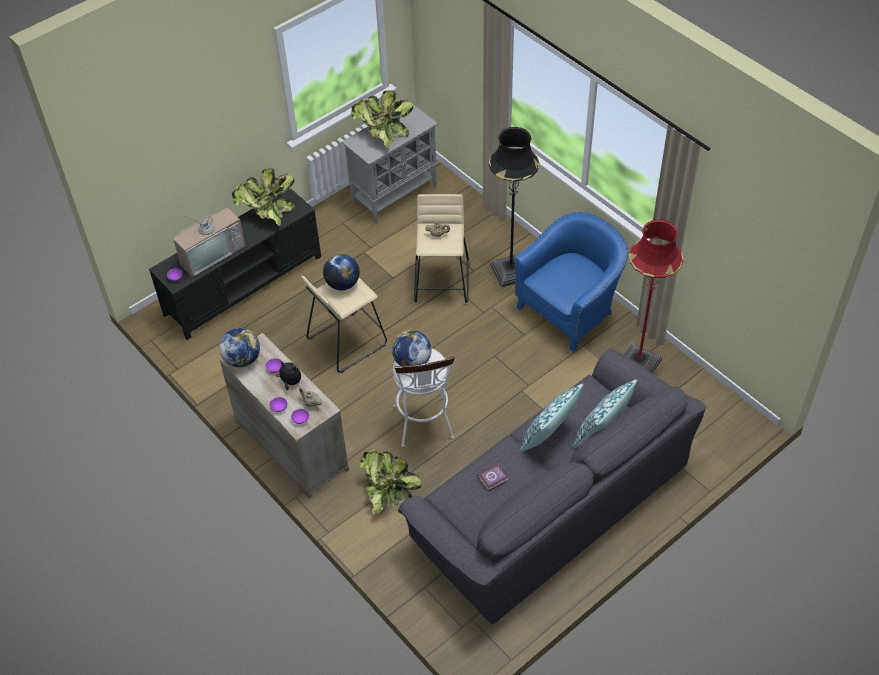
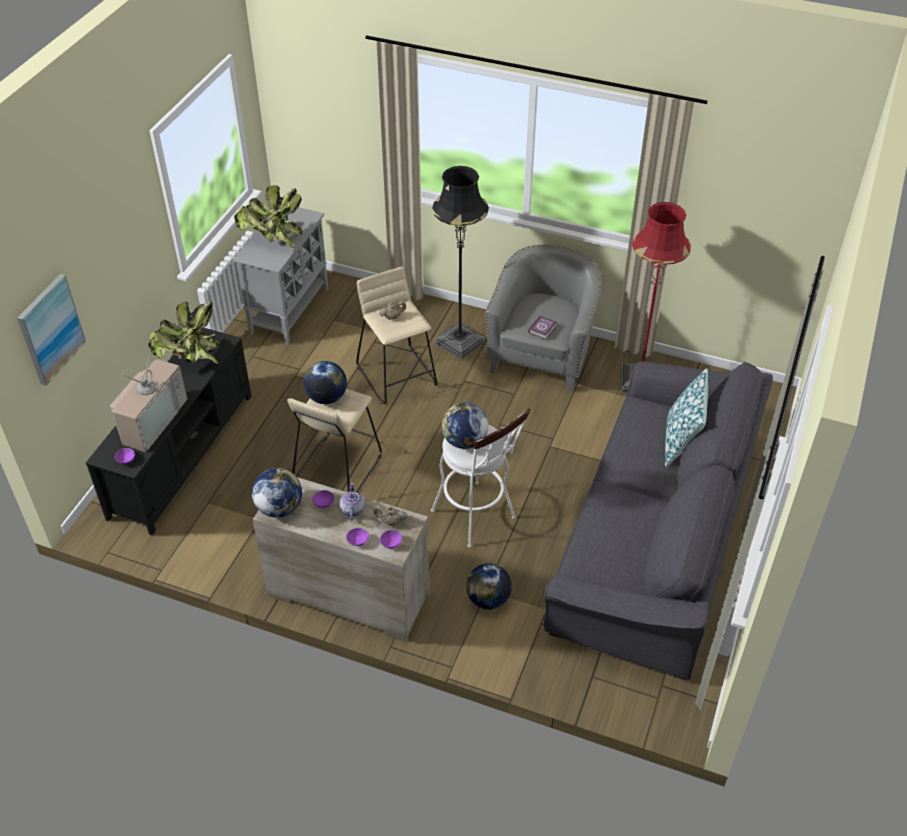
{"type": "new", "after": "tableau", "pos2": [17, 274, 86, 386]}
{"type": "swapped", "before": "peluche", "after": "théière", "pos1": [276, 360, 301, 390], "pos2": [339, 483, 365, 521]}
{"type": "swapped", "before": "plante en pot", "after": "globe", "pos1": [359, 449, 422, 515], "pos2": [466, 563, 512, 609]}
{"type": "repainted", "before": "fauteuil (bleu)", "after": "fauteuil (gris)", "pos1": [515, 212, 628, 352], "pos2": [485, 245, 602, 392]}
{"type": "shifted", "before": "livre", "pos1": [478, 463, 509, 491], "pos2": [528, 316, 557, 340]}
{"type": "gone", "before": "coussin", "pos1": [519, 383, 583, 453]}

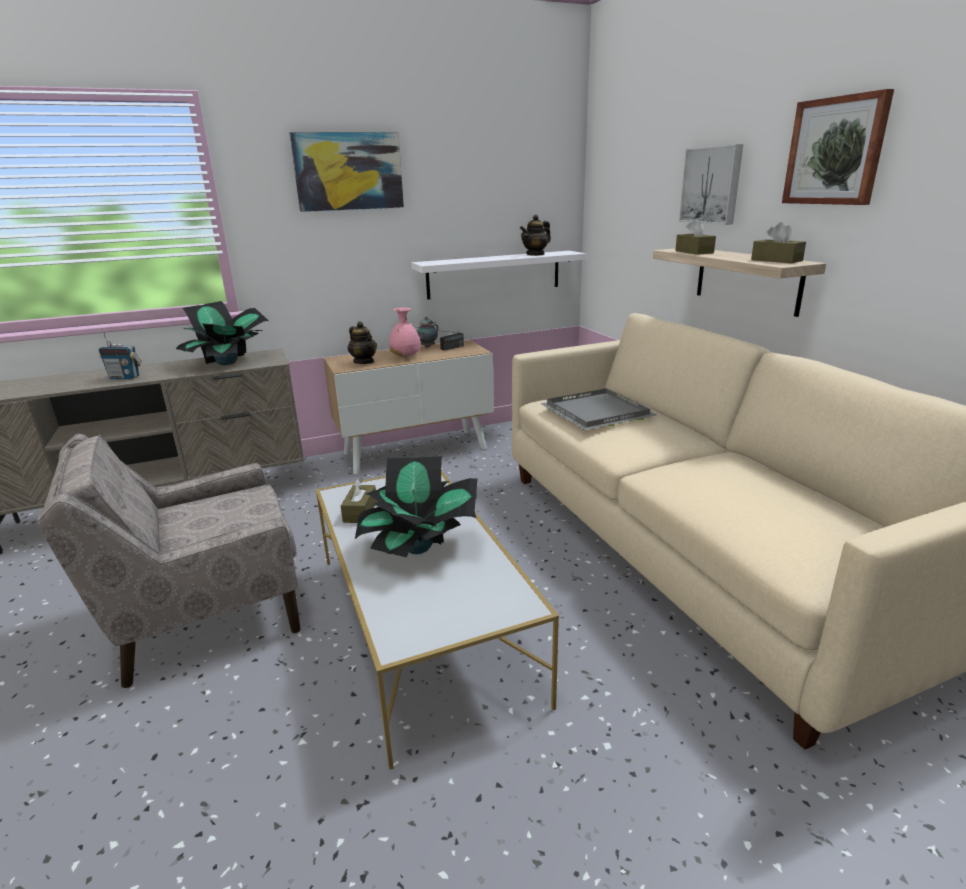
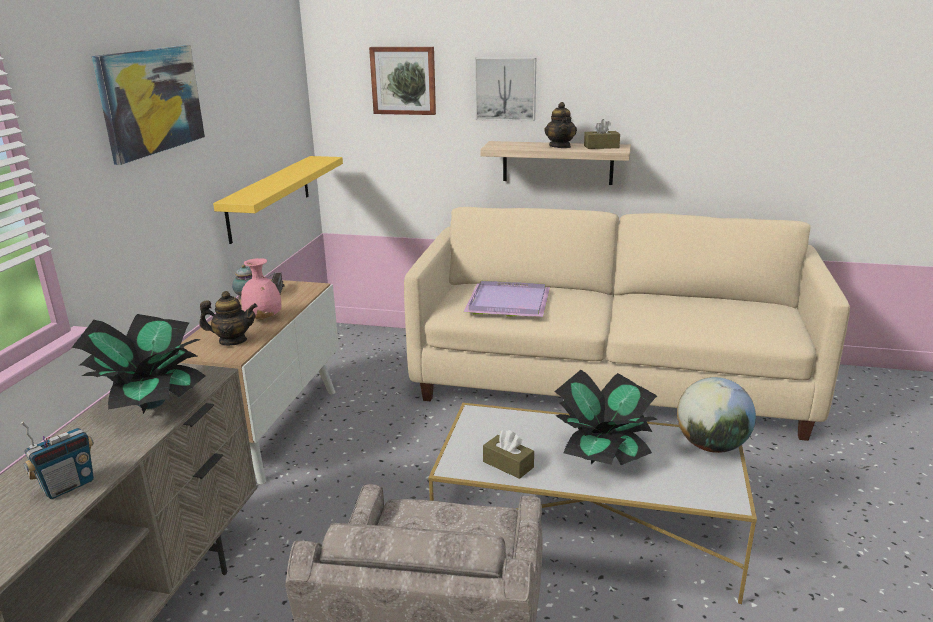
{"type": "repainted", "before": "étagère (blanc)", "after": "étagère (jaune)", "pos1": [411, 251, 586, 299], "pos2": [213, 156, 343, 244]}
{"type": "shifted", "before": "tableau", "pos1": [782, 89, 894, 205], "pos2": [369, 47, 436, 115]}
{"type": "repainted", "before": "plateau (gris)", "after": "plateau (violet)", "pos1": [541, 388, 656, 430], "pos2": [463, 281, 550, 317]}
{"type": "shifted", "before": "théière", "pos1": [520, 215, 551, 256], "pos2": [544, 102, 577, 148]}
{"type": "new", "after": "globe", "pos2": [677, 377, 756, 453]}
{"type": "gone", "before": "boîte à mouchoirs (marron)", "pos1": [675, 218, 716, 255]}

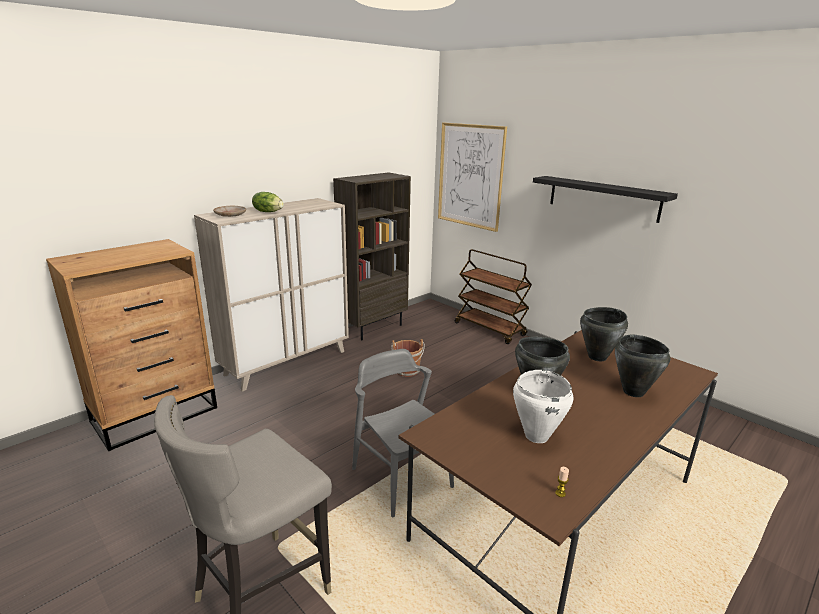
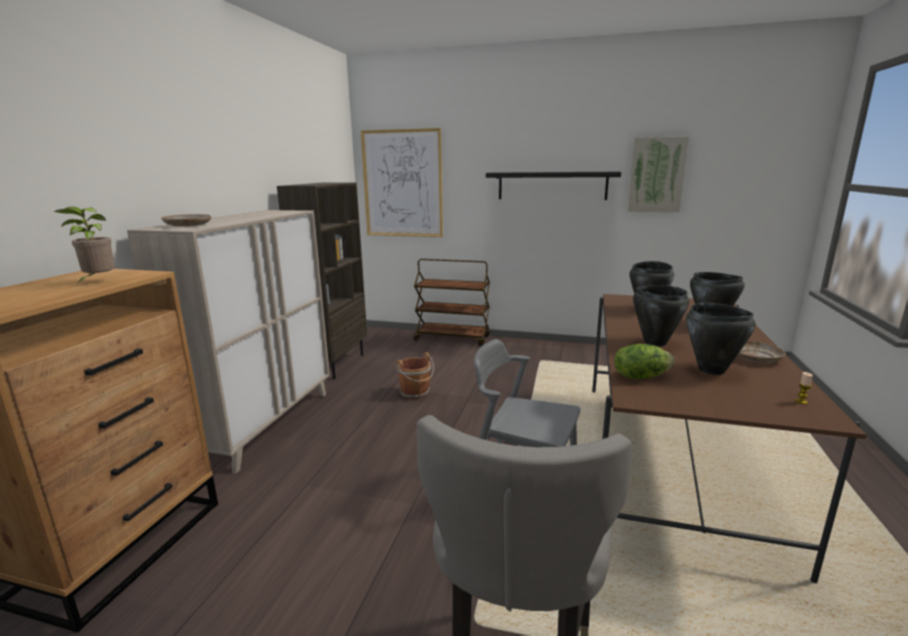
{"type": "new", "after": "plante en pot", "pos2": [54, 207, 115, 285]}
{"type": "shifted", "before": "laitue", "pos1": [252, 192, 284, 212], "pos2": [614, 344, 675, 379]}
{"type": "new", "after": "tableau", "pos2": [628, 136, 689, 212]}
{"type": "repainted", "before": "marmite (blanc)", "after": "marmite (noir)", "pos1": [513, 370, 573, 443], "pos2": [686, 303, 756, 375]}
{"type": "new", "after": "assiette (beige)", "pos2": [737, 341, 786, 363]}

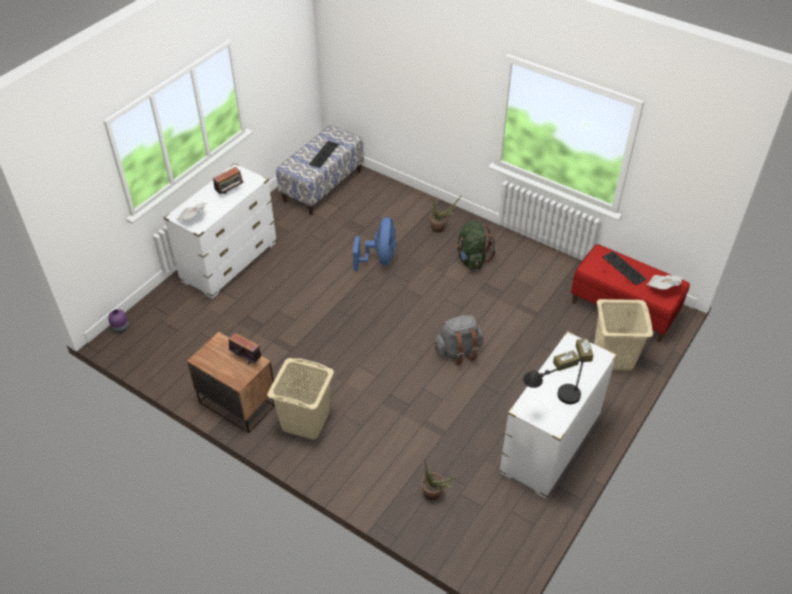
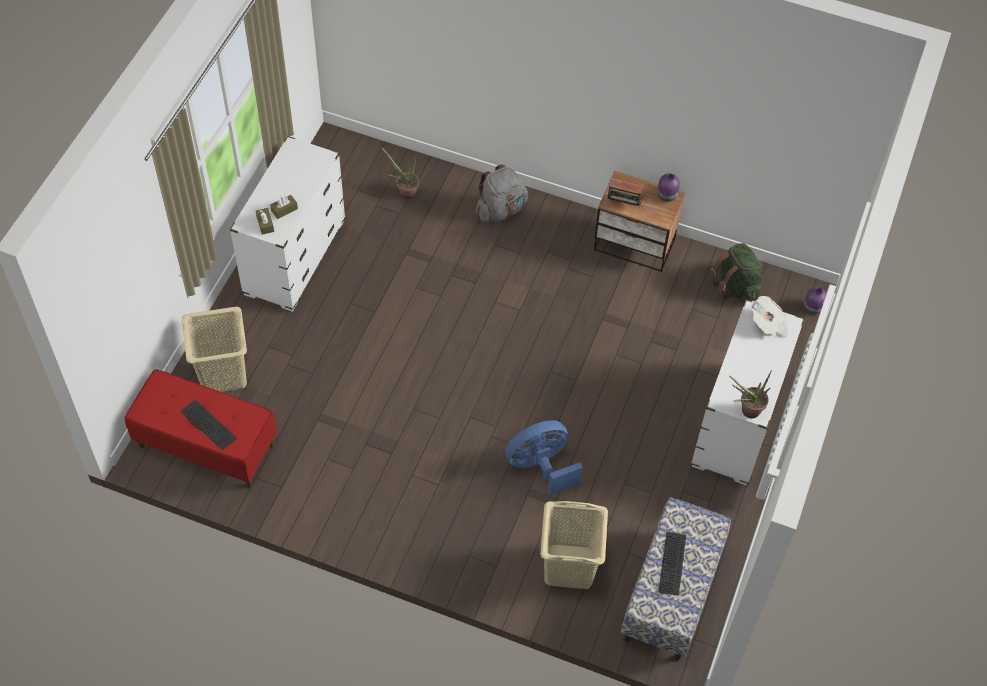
{"type": "shifted", "before": "sac à dos (gris)", "pos1": [435, 315, 483, 365], "pos2": [475, 164, 528, 222]}
{"type": "rotated", "before": "ventilateur (bleu)", "pos1": [353, 217, 396, 271], "pos2": [505, 420, 583, 495], "turn": 75}
{"type": "shifted", "before": "panier à linge (beige)", "pos1": [267, 358, 334, 440], "pos2": [540, 501, 608, 589]}
{"type": "new", "after": "vase (violet)", "pos2": [657, 173, 680, 202]}
{"type": "shifted", "before": "sac à dos (vert)", "pos1": [455, 221, 496, 270], "pos2": [710, 243, 762, 303]}
{"type": "shifted", "before": "plante en pot", "pos1": [430, 195, 462, 233], "pos2": [730, 372, 771, 418]}
{"type": "gone", "before": "radio", "pos1": [213, 167, 245, 194]}
{"type": "gone", "before": "lampe de table (noir)", "pos1": [523, 358, 584, 404]}
{"type": "gone", "before": "journal", "pos1": [646, 275, 683, 289]}

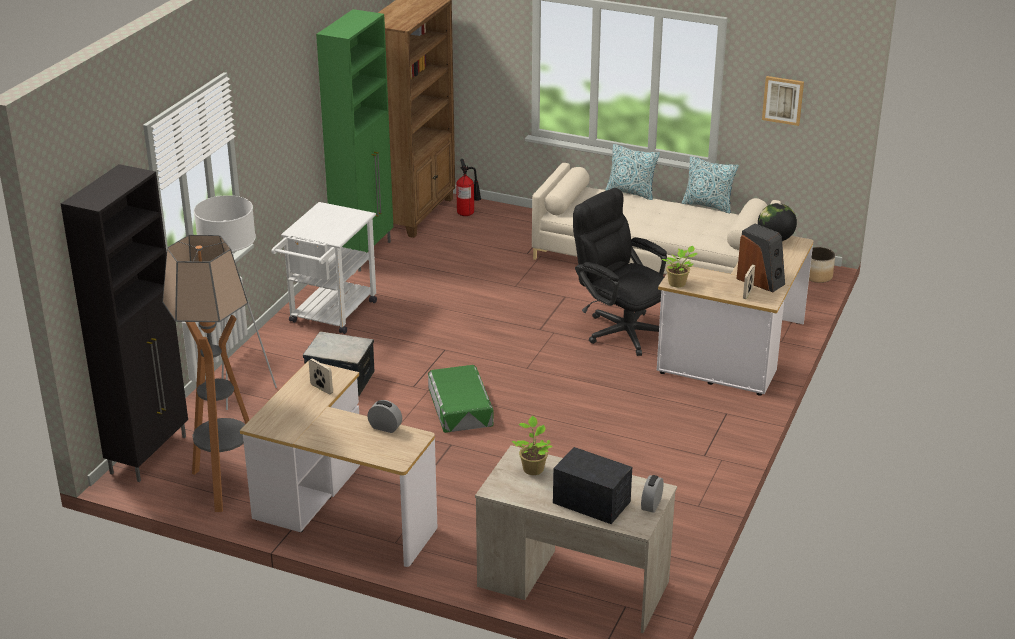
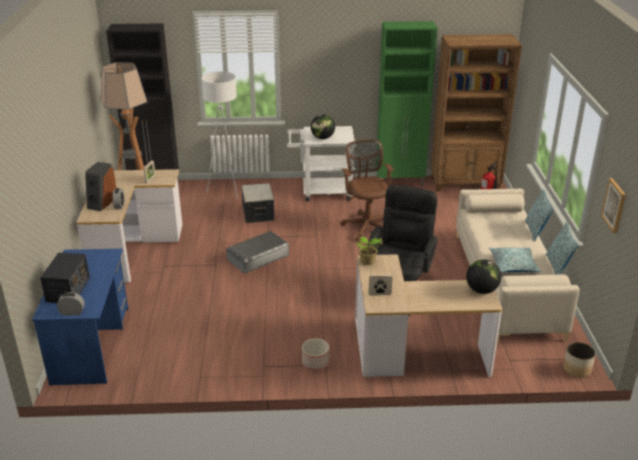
{"type": "repainted", "before": "bureau (beige)", "after": "bureau (bleu)", "pos1": [475, 445, 677, 633], "pos2": [32, 249, 128, 385]}
{"type": "shifted", "before": "enceinte", "pos1": [737, 224, 785, 292], "pos2": [85, 162, 116, 211]}
{"type": "repainted", "before": "boîte de rangement (vert)", "after": "boîte de rangement (gris)", "pos1": [428, 365, 494, 433], "pos2": [226, 231, 289, 274]}
{"type": "new", "after": "cache-pot", "pos2": [302, 339, 329, 371]}
{"type": "new", "after": "globe", "pos2": [311, 114, 335, 139]}
{"type": "new", "after": "chaise de bureau (marron)", "pos2": [340, 139, 394, 242]}
{"type": "new", "after": "coussin", "pos2": [489, 247, 541, 272]}
{"type": "gone", "before": "plante en pot", "pos1": [512, 416, 552, 475]}

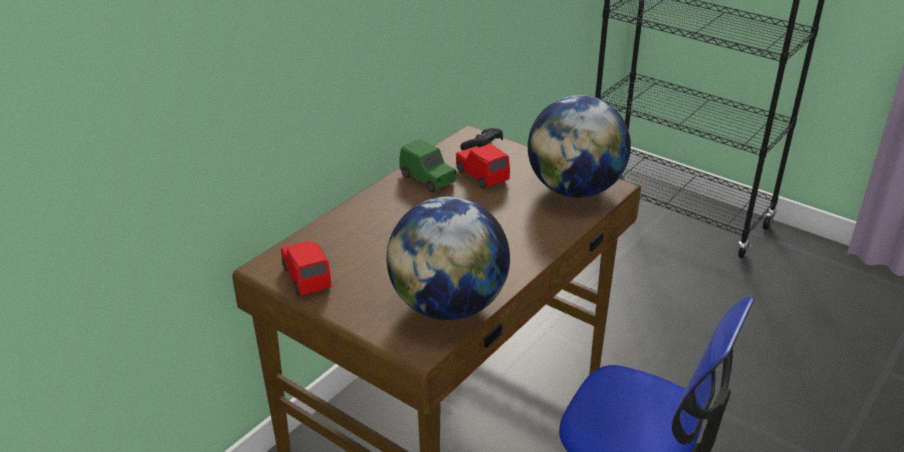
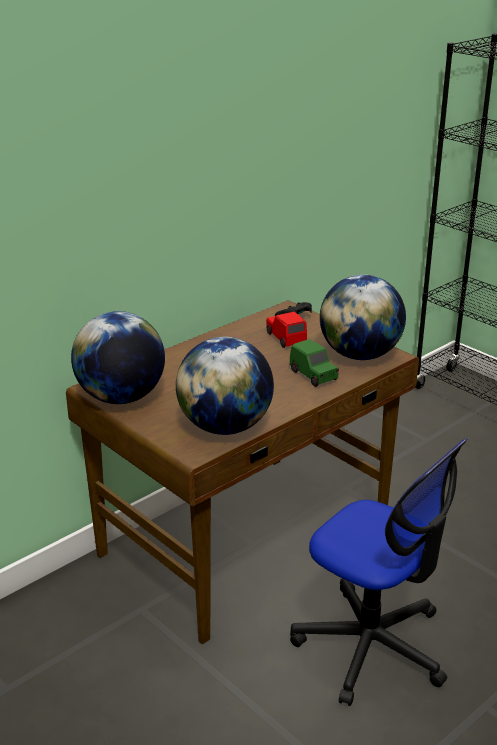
{"type": "swapped", "before": "petite voiture (rouge)", "after": "globe", "pos1": [281, 241, 332, 296], "pos2": [71, 311, 165, 404]}
{"type": "shifted", "before": "petite voiture (vert)", "pos1": [399, 139, 457, 192], "pos2": [290, 339, 339, 387]}

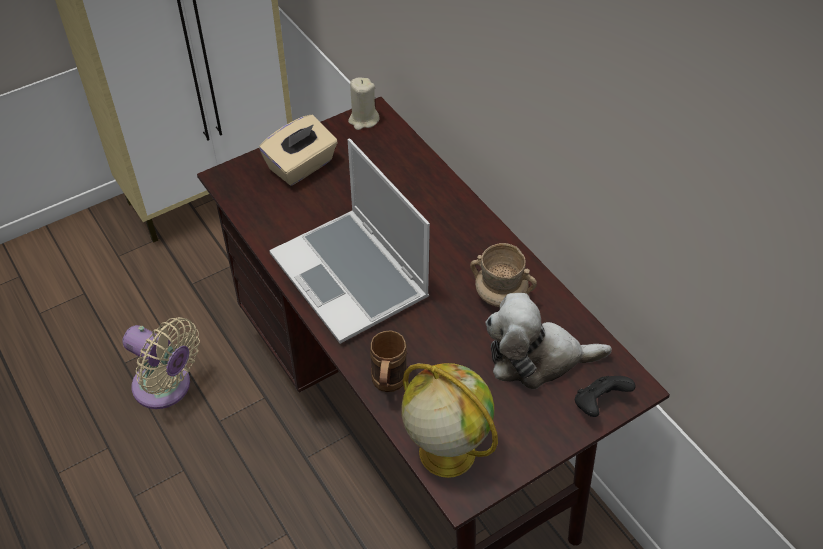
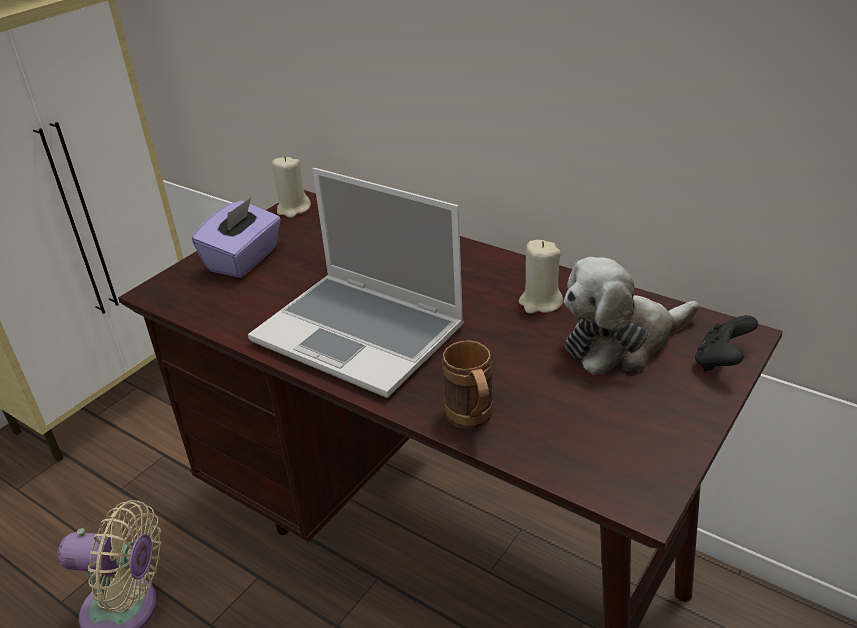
{"type": "repainted", "before": "boîte à mouchoirs (beige)", "after": "boîte à mouchoirs (violet)", "pos1": [259, 115, 338, 186], "pos2": [192, 198, 281, 278]}
{"type": "swapped", "before": "mug (beige)", "after": "bougie (beige)", "pos1": [470, 243, 537, 307], "pos2": [519, 240, 563, 314]}
{"type": "gone", "before": "globe", "pos1": [401, 363, 498, 478]}

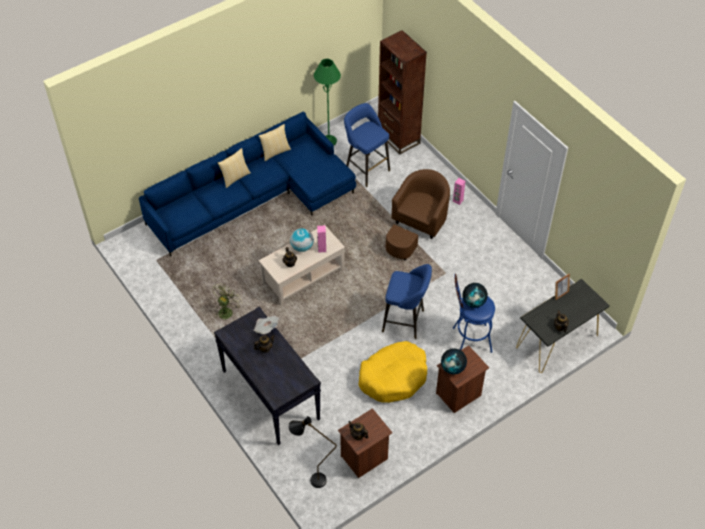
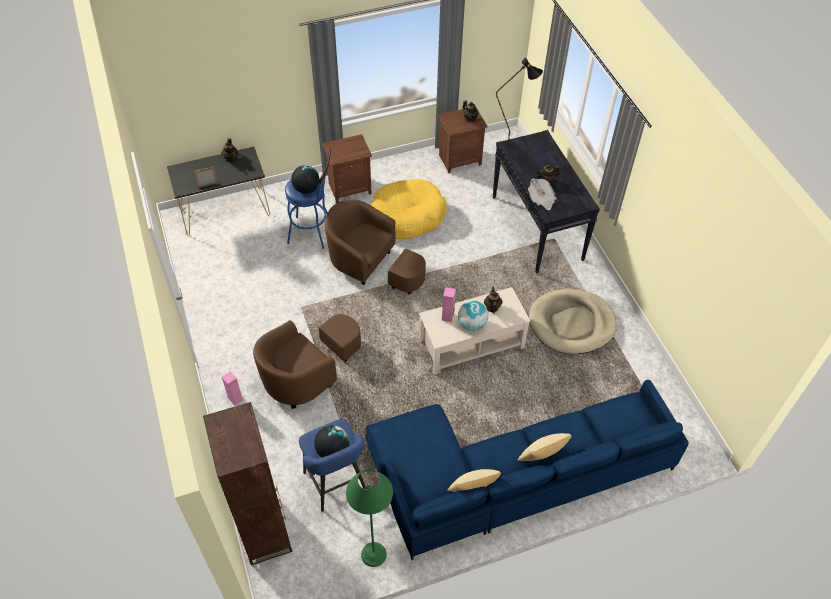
{"type": "shifted", "before": "globe", "pos1": [441, 348, 467, 374], "pos2": [314, 425, 350, 458]}
{"type": "swapped", "before": "tabouret (bleu)", "after": "fauteuil (marron)", "pos1": [382, 264, 432, 339], "pos2": [325, 200, 426, 294]}
{"type": "swapped", "before": "ventilateur (vert)", "after": "panier pour chien (beige)", "pos1": [212, 283, 243, 319], "pos2": [529, 289, 617, 354]}

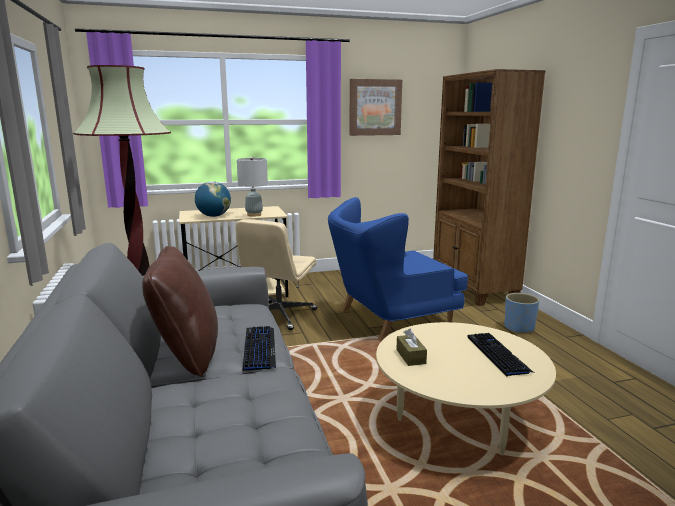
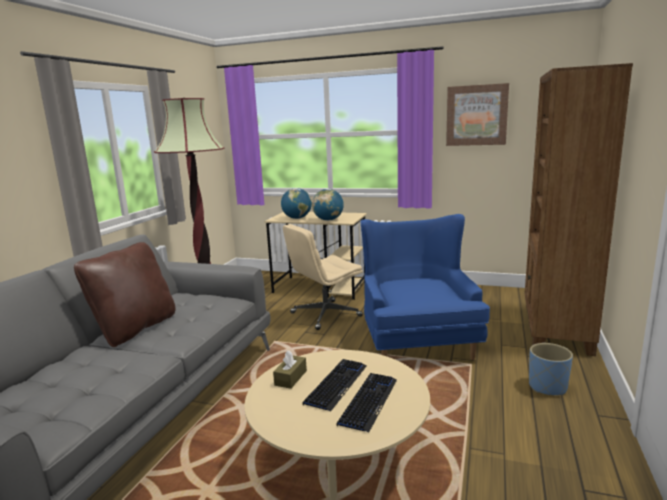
{"type": "shifted", "before": "clavier", "pos1": [243, 326, 276, 371], "pos2": [302, 359, 367, 412]}
{"type": "swapped", "before": "lampe de table (gris)", "after": "globe", "pos1": [237, 157, 268, 217], "pos2": [312, 189, 344, 221]}
{"type": "rotated", "before": "fauteuil (bleu)", "pos1": [328, 197, 468, 341], "pos2": [361, 214, 490, 360], "turn": 75}

